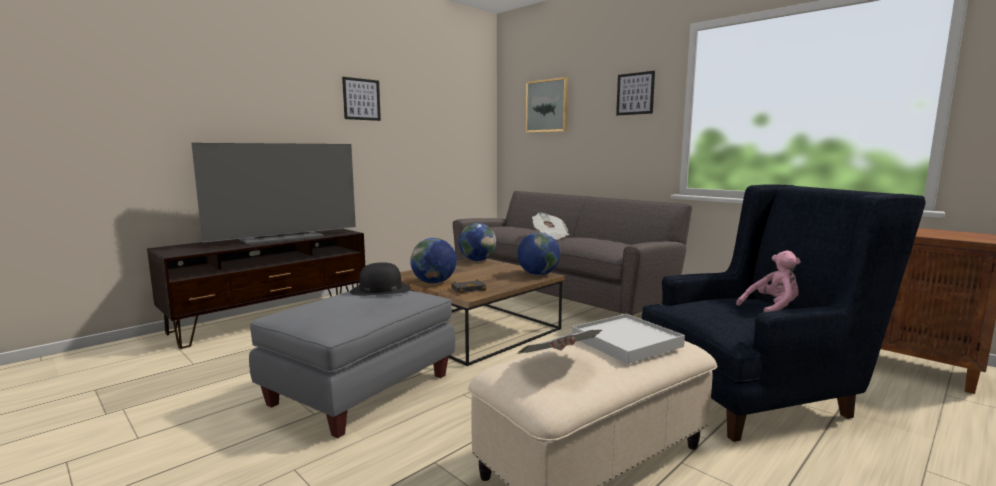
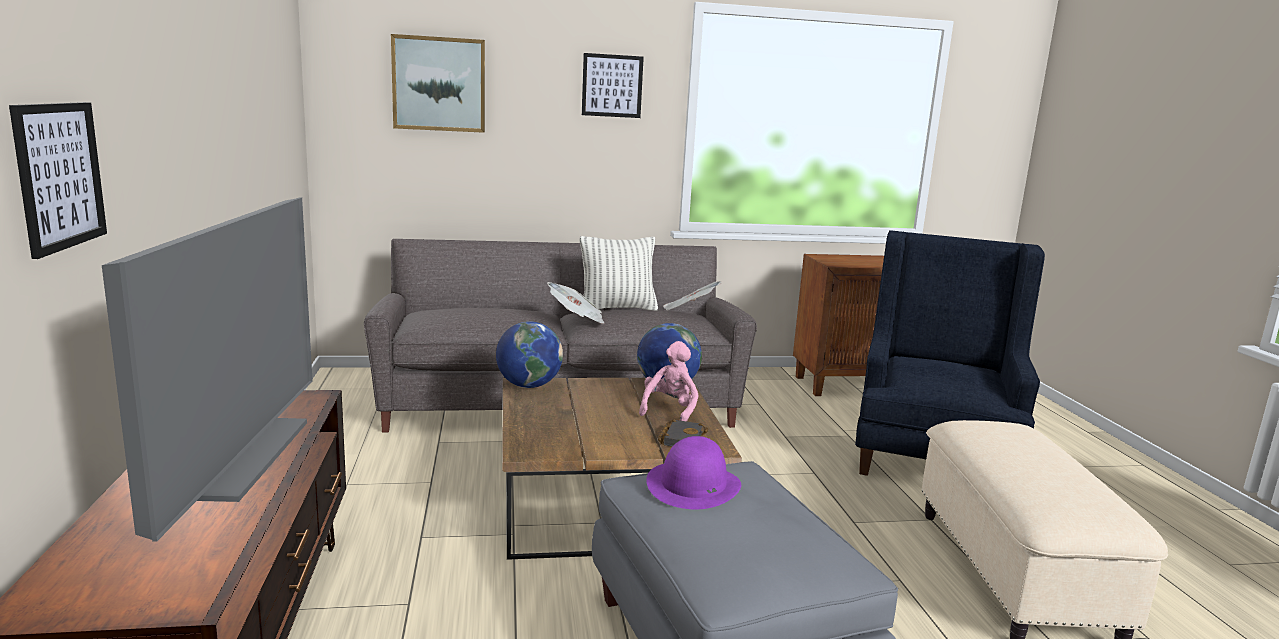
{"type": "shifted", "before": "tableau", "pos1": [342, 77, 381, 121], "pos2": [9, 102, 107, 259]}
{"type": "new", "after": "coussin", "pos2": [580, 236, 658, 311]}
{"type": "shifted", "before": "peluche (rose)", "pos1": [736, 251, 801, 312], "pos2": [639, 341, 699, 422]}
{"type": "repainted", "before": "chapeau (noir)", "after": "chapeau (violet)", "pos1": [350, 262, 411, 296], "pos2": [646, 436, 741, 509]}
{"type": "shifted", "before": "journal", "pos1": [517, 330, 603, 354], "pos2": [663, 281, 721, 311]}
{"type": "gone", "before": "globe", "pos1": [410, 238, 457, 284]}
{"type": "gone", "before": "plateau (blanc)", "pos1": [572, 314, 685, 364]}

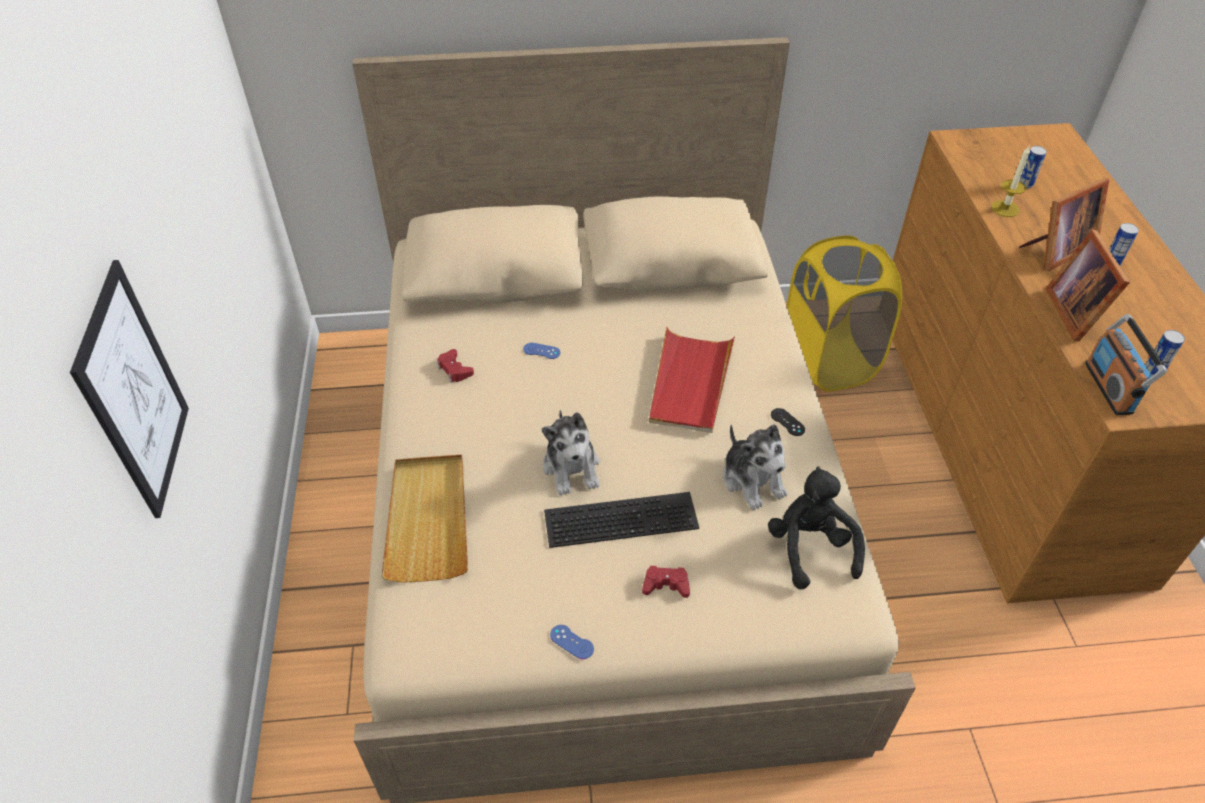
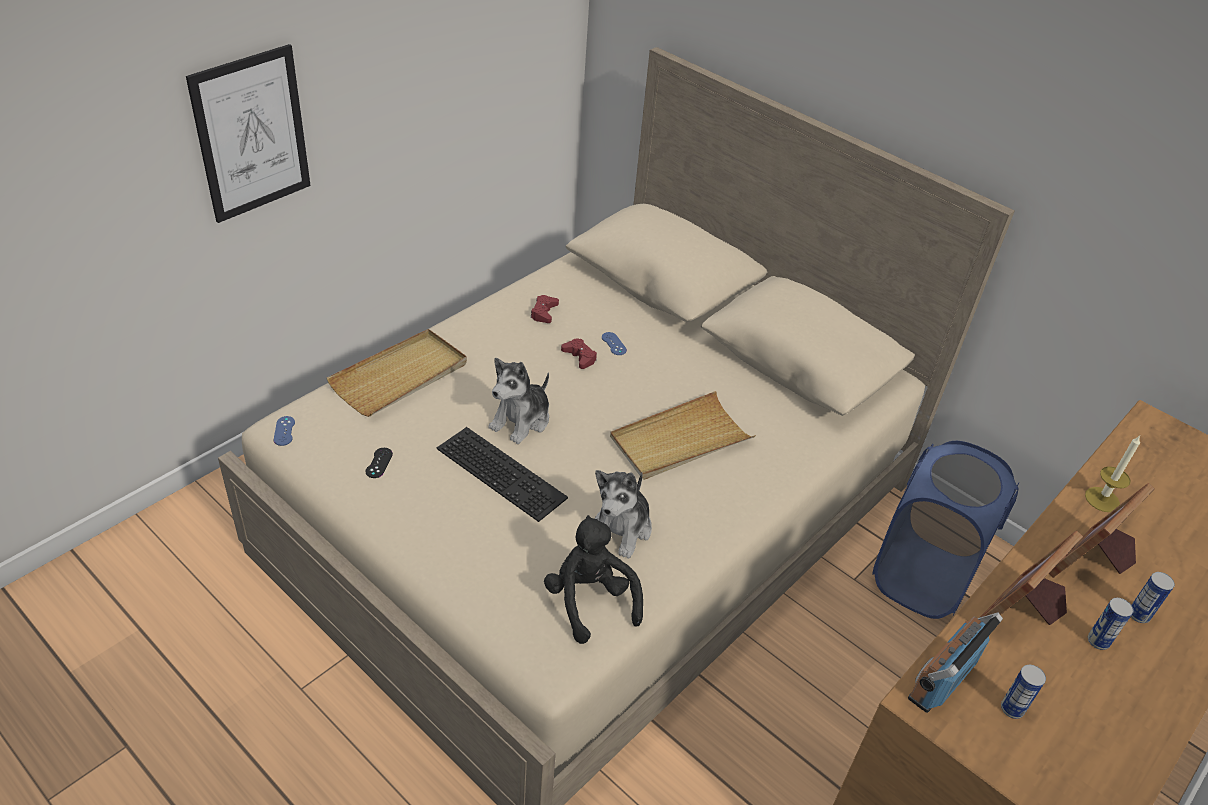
{"type": "shifted", "before": "manette (bleu)", "pos1": [550, 625, 594, 659], "pos2": [274, 416, 295, 446]}
{"type": "shifted", "before": "manette (noir)", "pos1": [771, 408, 805, 436], "pos2": [366, 448, 393, 478]}
{"type": "rotated", "before": "peluche (noir)", "pos1": [768, 466, 865, 589], "pos2": [544, 515, 643, 644], "turn": -60}
{"type": "shifted", "before": "manette (rouge)", "pos1": [642, 566, 690, 598], "pos2": [561, 339, 597, 369]}
{"type": "repainted", "before": "plateau (rouge)", "after": "plateau (beige)", "pos1": [649, 327, 735, 433], "pos2": [610, 391, 756, 480]}
{"type": "repainted", "before": "panier à linge (jaune)", "after": "panier à linge (bleu)", "pos1": [787, 235, 902, 392], "pos2": [872, 441, 1019, 619]}
{"type": "rotated", "before": "cadre photo", "pos1": [1019, 178, 1109, 271], "pos2": [1049, 483, 1155, 578], "turn": 120}
{"type": "shifted", "before": "boîte métallique", "pos1": [1019, 146, 1047, 189], "pos2": [1088, 598, 1133, 650]}

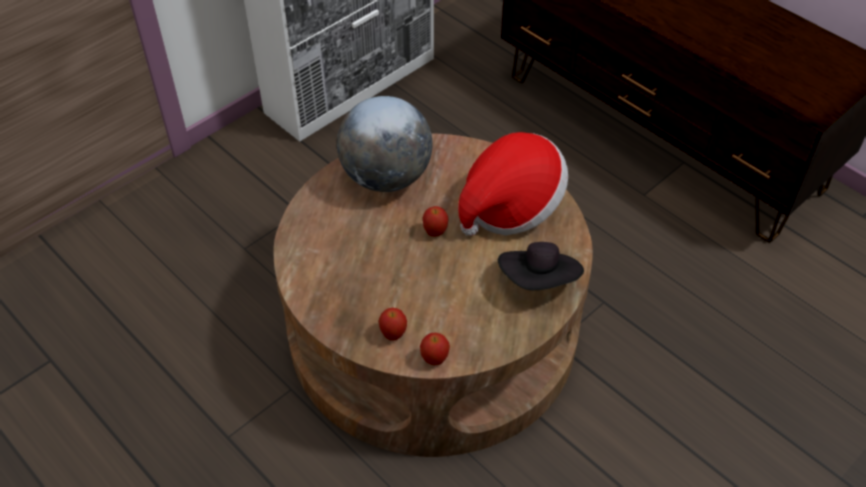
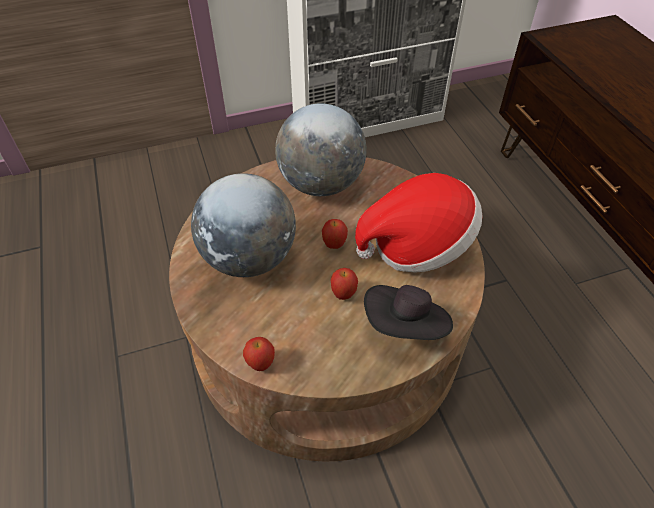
{"type": "new", "after": "globe", "pos2": [191, 173, 296, 277]}
{"type": "shifted", "before": "pomme", "pos1": [378, 308, 407, 341], "pos2": [331, 268, 358, 300]}

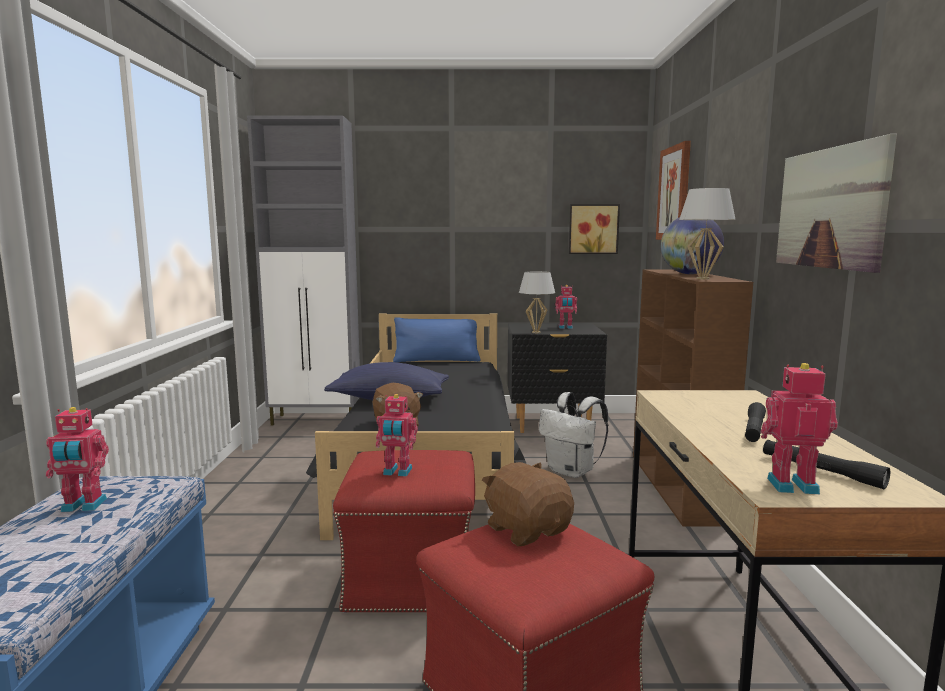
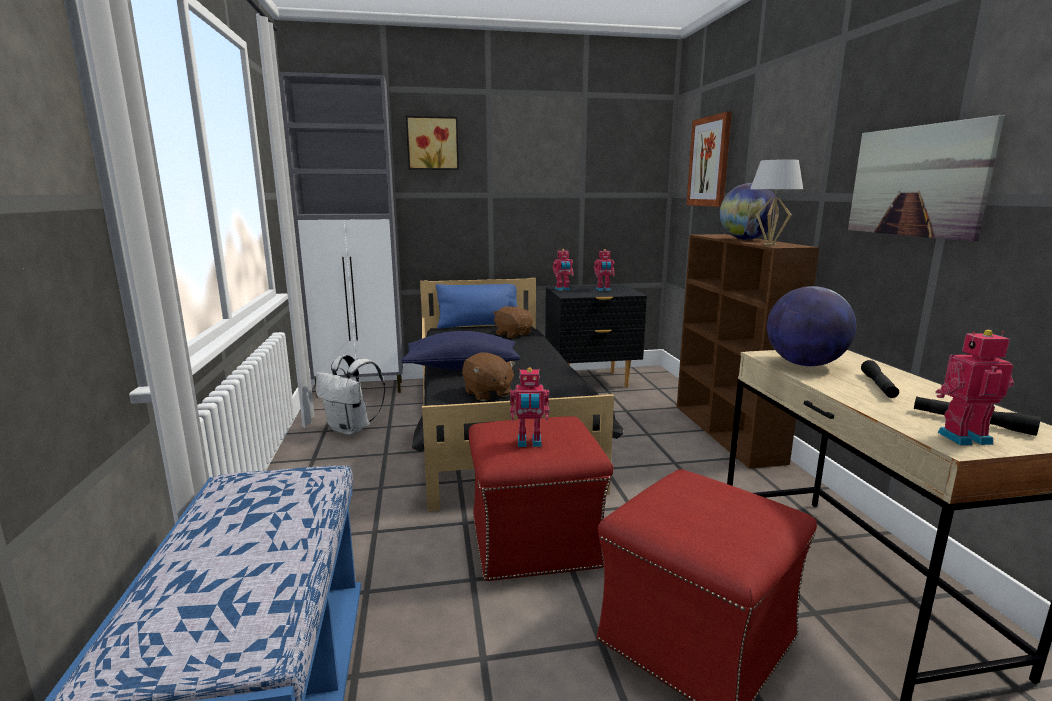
{"type": "shifted", "before": "sac à dos (blanc)", "pos1": [539, 392, 609, 478], "pos2": [316, 355, 385, 435]}
{"type": "shifted", "before": "tableau", "pos1": [569, 204, 620, 254], "pos2": [406, 116, 459, 170]}
{"type": "shifted", "before": "peluche (marron)", "pos1": [482, 462, 574, 546], "pos2": [493, 306, 533, 338]}
{"type": "shifted", "before": "robot jouet", "pos1": [46, 407, 109, 512], "pos2": [552, 249, 574, 291]}
{"type": "new", "after": "globe", "pos2": [767, 286, 856, 366]}
{"type": "gone", "before": "lampe de table (blanc)", "pos1": [519, 271, 555, 333]}

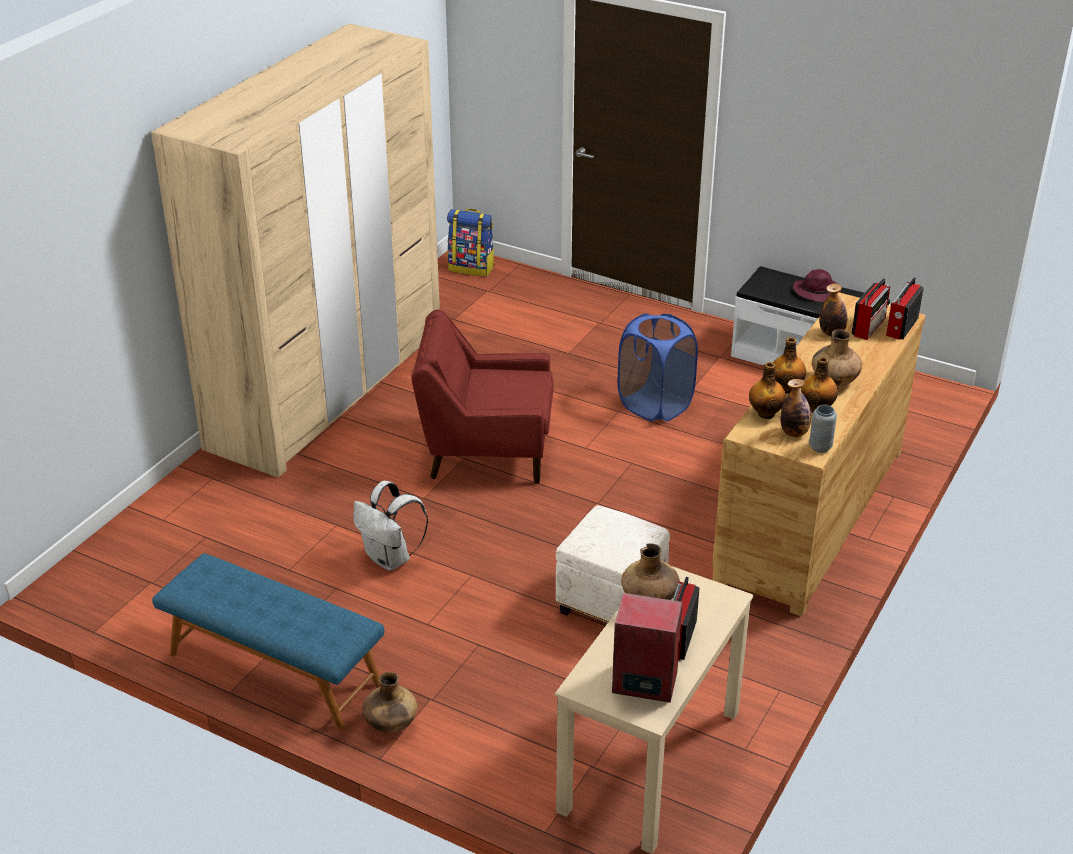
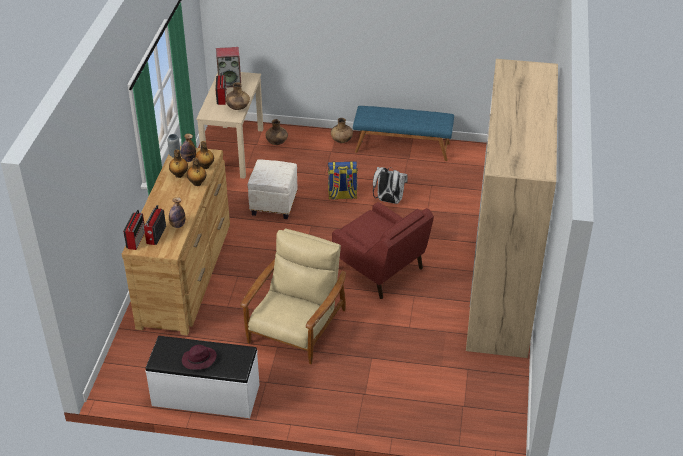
{"type": "swapped", "before": "panier à linge (bleu)", "after": "fauteuil (beige)", "pos1": [618, 313, 698, 421], "pos2": [240, 228, 346, 364]}
{"type": "shifted", "before": "vase (marron)", "pos1": [812, 329, 862, 386], "pos2": [265, 119, 288, 145]}
{"type": "shifted", "before": "sac à dos", "pos1": [447, 209, 495, 277], "pos2": [328, 161, 358, 200]}
{"type": "rotated", "before": "fauteuil (rouge)", "pos1": [411, 310, 554, 484], "pos2": [332, 202, 434, 299], "turn": 60}

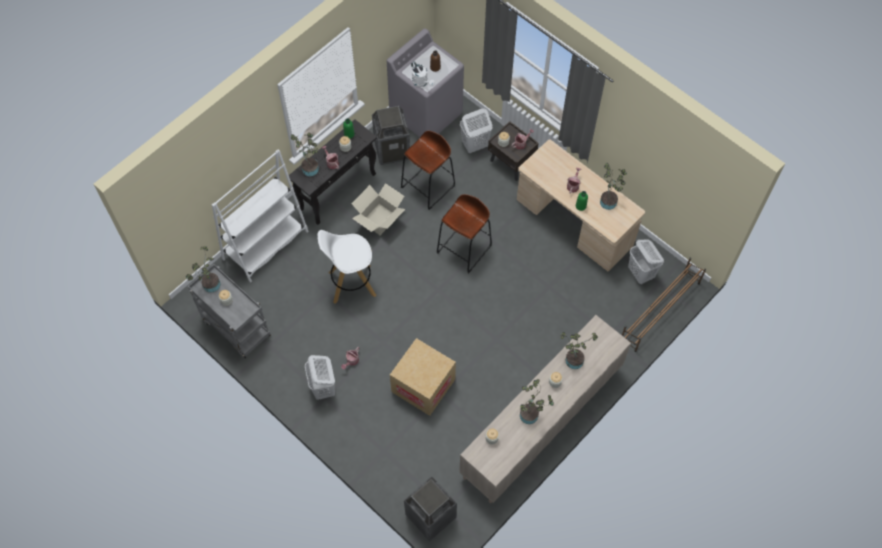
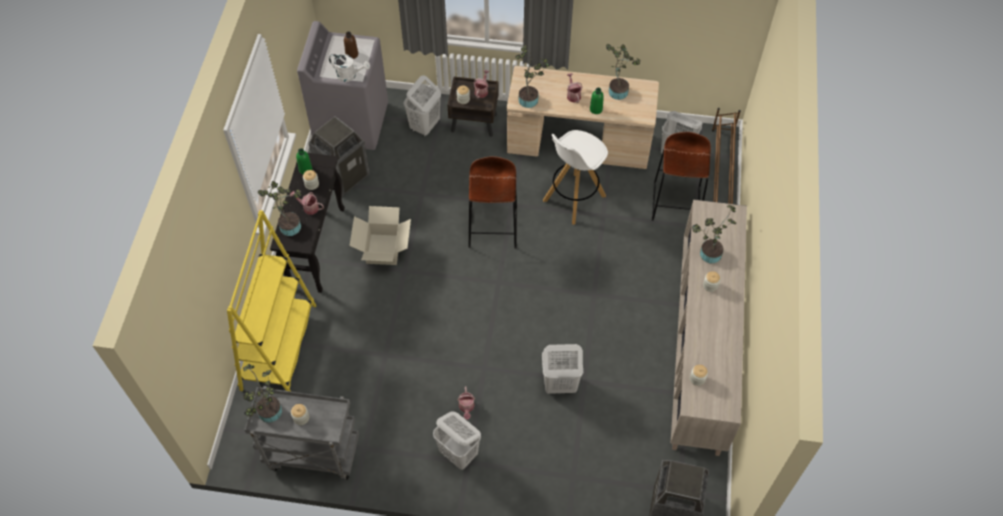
{"type": "repainted", "before": "bibliothèque (blanc)", "after": "bibliothèque (jaune)", "pos1": [212, 149, 309, 282], "pos2": [227, 210, 316, 391]}
{"type": "shifted", "before": "plante en pot", "pos1": [520, 379, 554, 424], "pos2": [515, 45, 550, 108]}
{"type": "swapped", "before": "carton", "after": "panier à linge (blanc)", "pos1": [390, 338, 456, 416], "pos2": [542, 344, 583, 394]}
{"type": "shifted", "before": "tabouret (blanc)", "pos1": [317, 230, 376, 304], "pos2": [543, 130, 608, 225]}
{"type": "shifted", "before": "tabouret (marron)", "pos1": [401, 131, 455, 210], "pos2": [652, 132, 711, 221]}

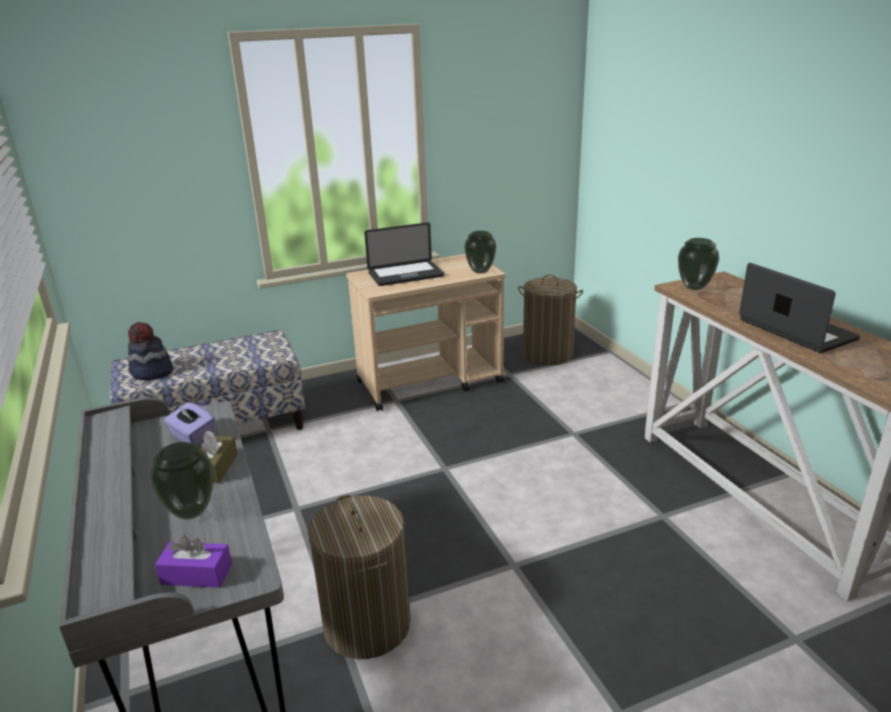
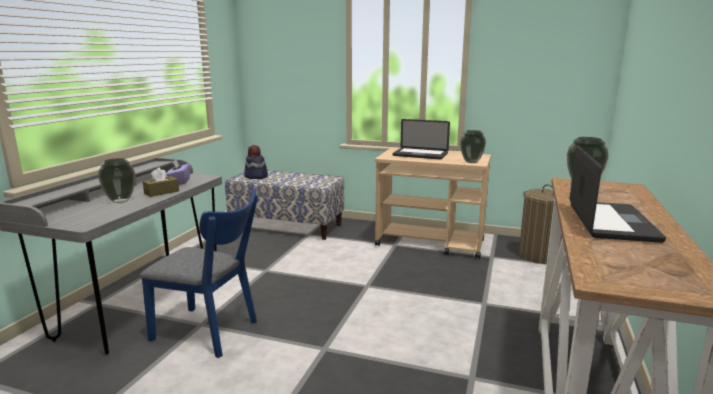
{"type": "swapped", "before": "panier à linge", "after": "chaise (bleu)", "pos1": [308, 495, 411, 659], "pos2": [140, 188, 258, 358]}
{"type": "gone", "before": "boîte à mouchoirs (violet)", "pos1": [155, 535, 232, 588]}

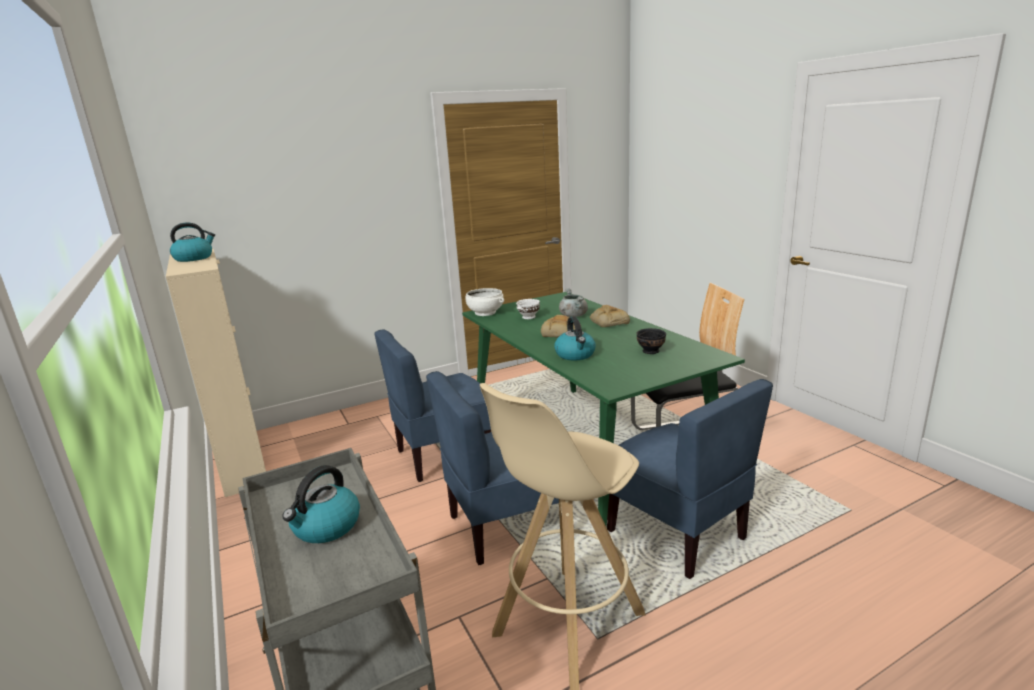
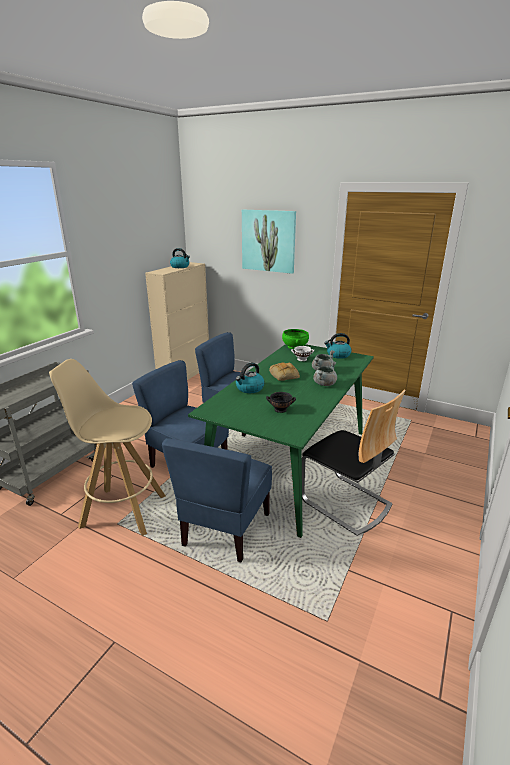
{"type": "new", "after": "tableau", "pos2": [242, 210, 296, 274]}
{"type": "repainted", "before": "bol (blanc)", "after": "bol (vert)", "pos1": [465, 288, 504, 316], "pos2": [282, 329, 309, 349]}
{"type": "swapped", "before": "pain", "after": "marmite (gris)", "pos1": [590, 305, 630, 327], "pos2": [313, 361, 337, 386]}
{"type": "shifted", "before": "bouilloire", "pos1": [282, 465, 360, 543], "pos2": [324, 333, 352, 359]}

